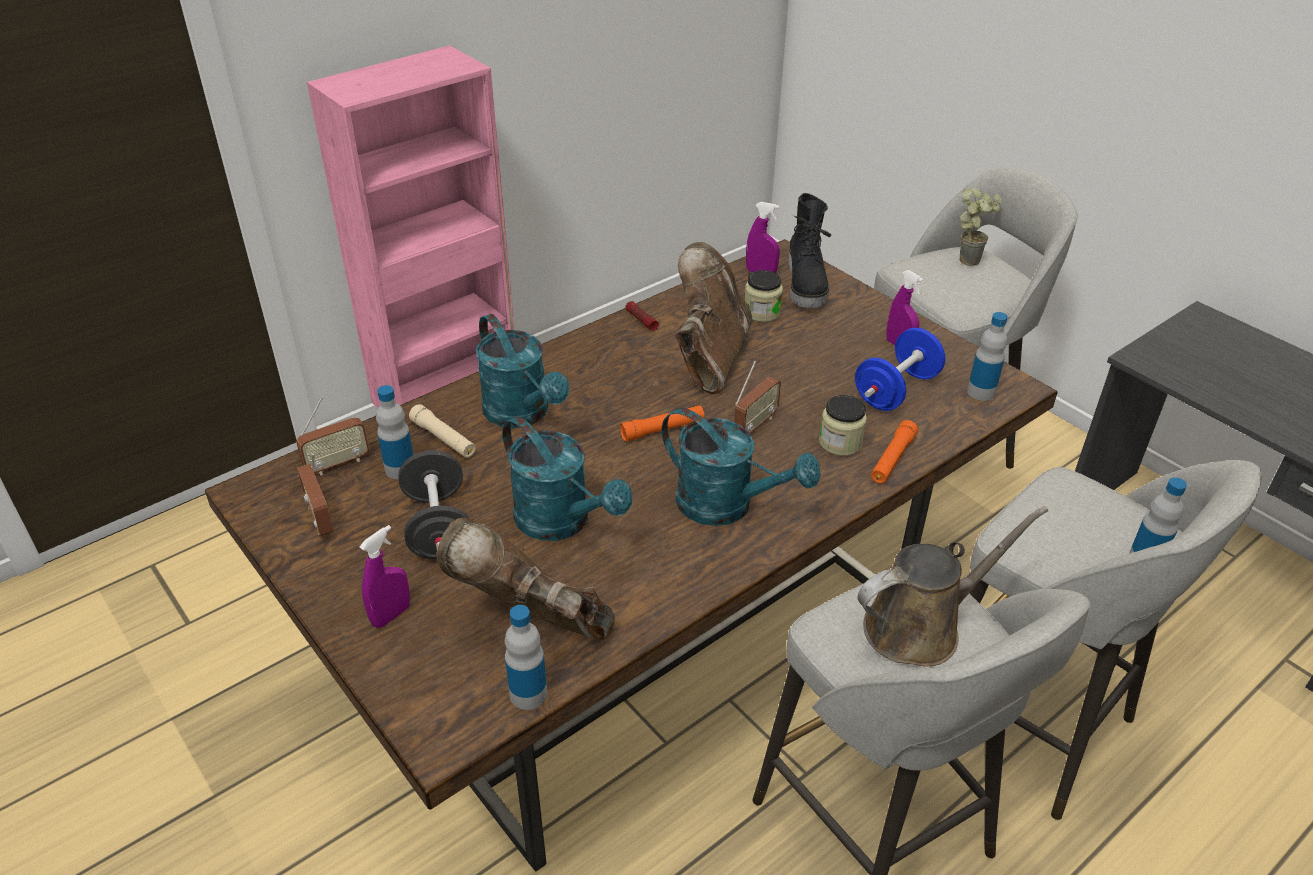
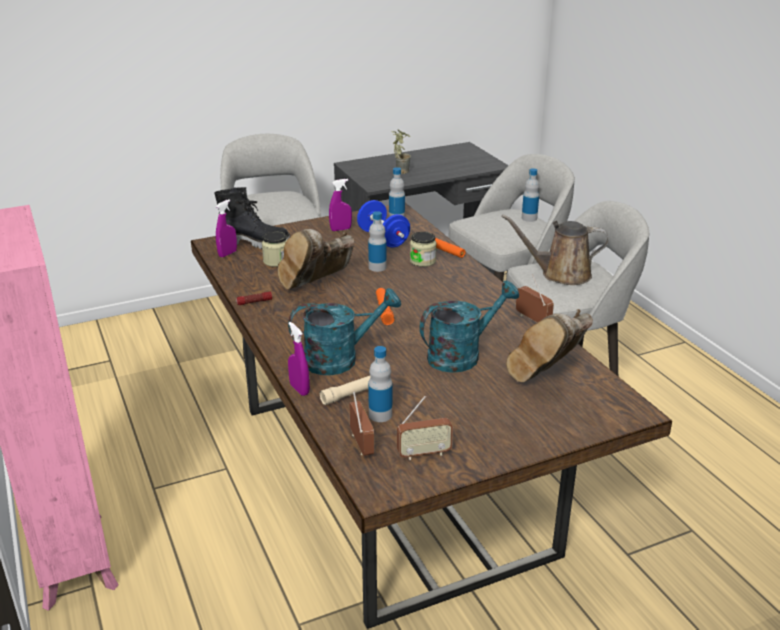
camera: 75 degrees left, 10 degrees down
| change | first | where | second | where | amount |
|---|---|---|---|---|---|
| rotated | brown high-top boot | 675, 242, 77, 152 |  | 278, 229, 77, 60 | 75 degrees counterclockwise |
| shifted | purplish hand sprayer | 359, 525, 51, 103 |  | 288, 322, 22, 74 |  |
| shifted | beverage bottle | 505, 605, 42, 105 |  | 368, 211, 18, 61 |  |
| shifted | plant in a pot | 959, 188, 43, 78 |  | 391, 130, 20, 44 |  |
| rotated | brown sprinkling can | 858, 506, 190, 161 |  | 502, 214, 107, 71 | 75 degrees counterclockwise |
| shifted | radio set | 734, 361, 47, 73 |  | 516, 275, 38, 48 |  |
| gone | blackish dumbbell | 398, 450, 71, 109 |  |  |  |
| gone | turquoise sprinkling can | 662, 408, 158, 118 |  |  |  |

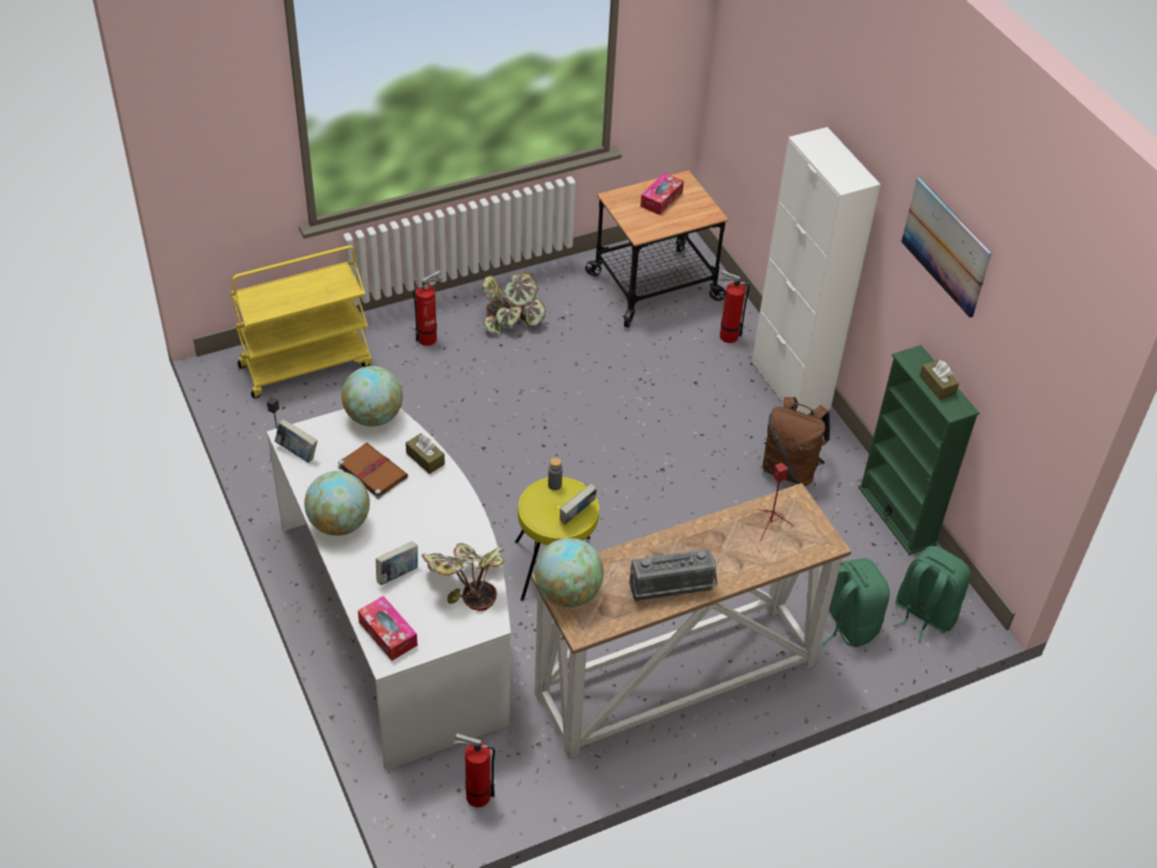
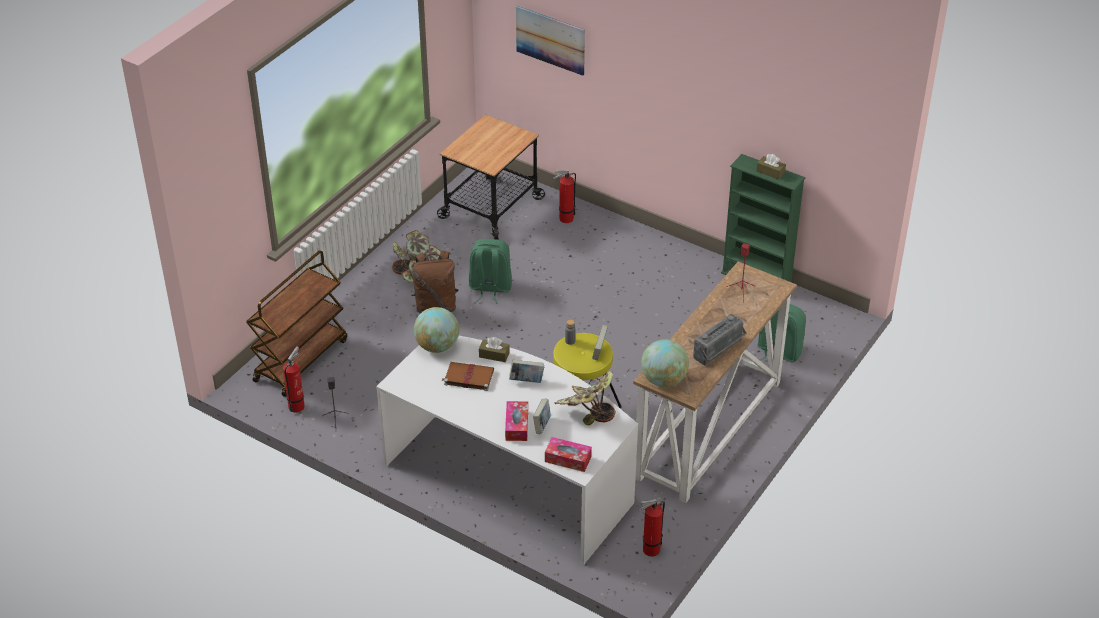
camera: 30 degrees left, 5 degrees down
| change | first | where | second | where | amount |
|---|---|---|---|---|---|
| repainted | yellow cart | 230, 245, 142, 153 | brown cart | 246, 250, 101, 147 |  |
| shifted | fire extinguisher | 413, 270, 29, 76 |  | 283, 346, 22, 67 |  |
| shifted | brown backpack | 762, 397, 68, 89 |  | 411, 251, 48, 63 |  |
| shifted | green-coloured backpack | 894, 546, 77, 96 |  | 469, 239, 43, 64 |  |
| shifted | tissue holder | 640, 173, 44, 42 |  | 505, 401, 23, 40 |  |
| shifted | volume | 275, 419, 43, 44 |  | 509, 360, 35, 23 |  |
| shifted | wall art | 901, 177, 91, 141 |  | 516, 6, 69, 70 |  |
| gone | globe | 304, 471, 66, 65 |  |  |  |
| gone | white cupboard | 752, 127, 129, 288 |  |  |  |

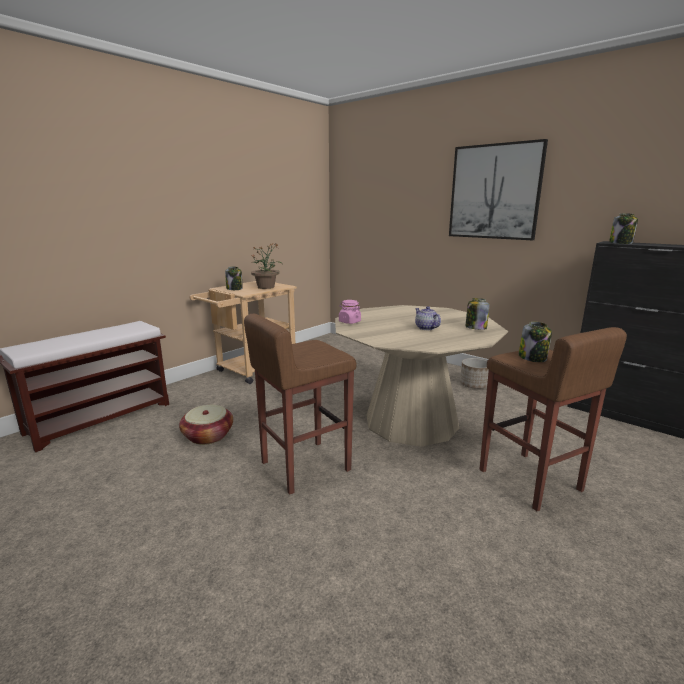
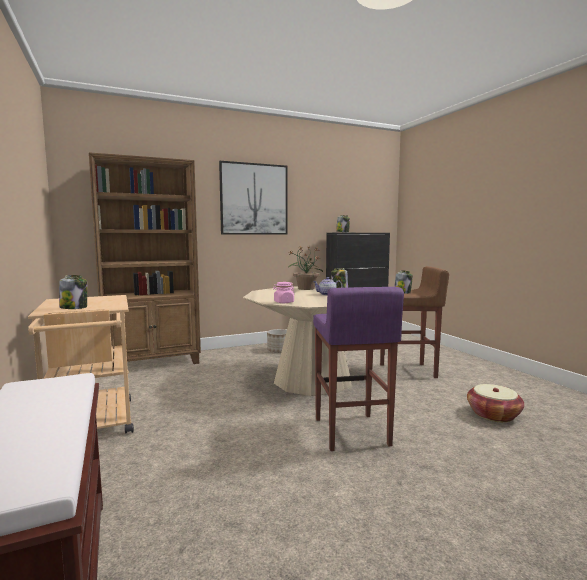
camera: 65 degrees left, 10 degrees down
| change | first | where | second | where | amount |
|---|---|---|---|---|---|
| new |  |  | brown shelving unit | 89, 152, 112, 219 |  |
| shifted | plant in a pot | 251, 243, 31, 46 |  | 288, 246, 35, 44 |  |
| repainted | brown sitting stool | 244, 313, 113, 182 | purplish sitting stool | 313, 287, 91, 164 |  |
| shifted | household basket | 179, 405, 54, 40 |  | 467, 384, 57, 38 |  |

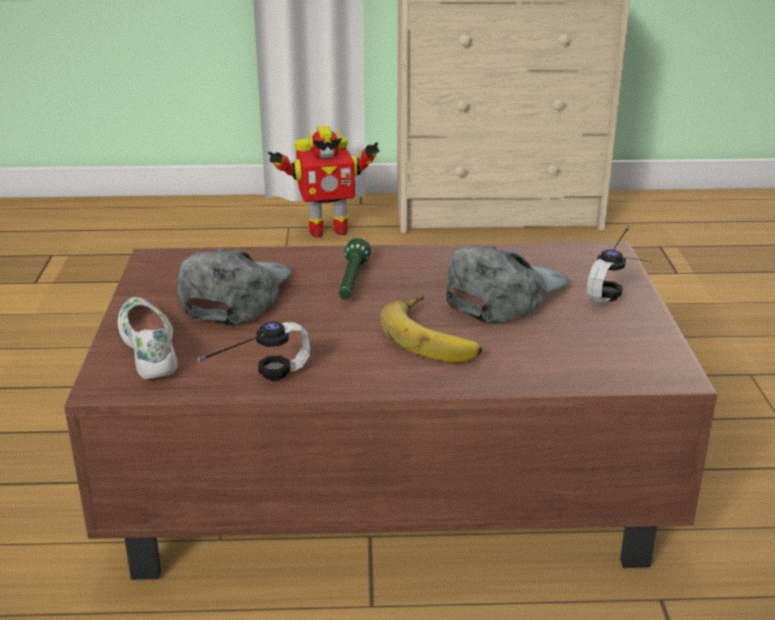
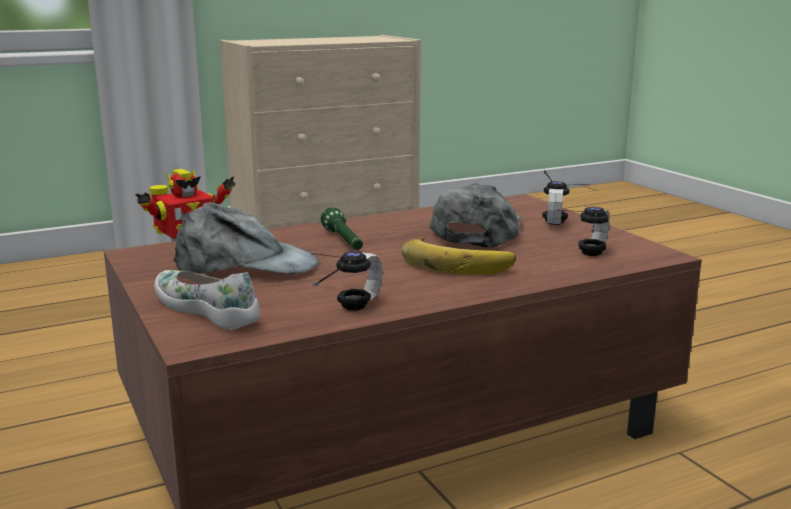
camera: 25 degrees left, 10 degrees down
| change | first | where | second | where | amount |
|---|---|---|---|---|---|
| rotated | greyish baseball cap | 177, 248, 114, 77 |  | 174, 203, 145, 71 | 105 degrees clockwise |
| new |  |  | headset | 557, 207, 52, 49 |  |

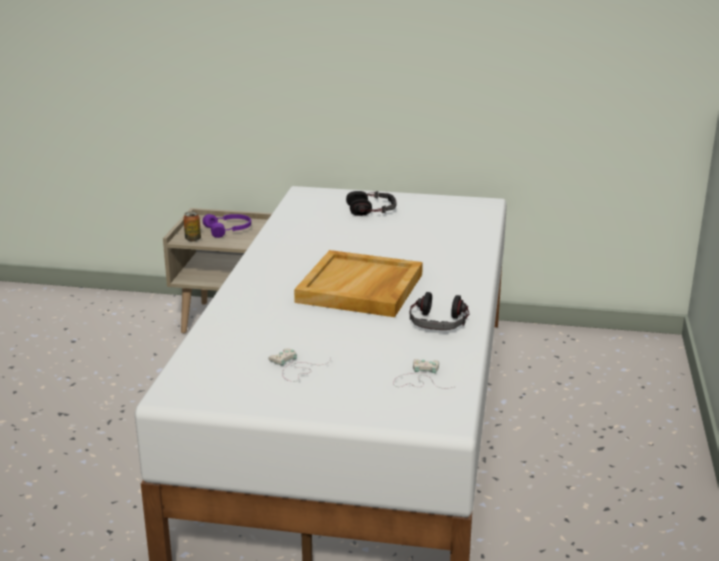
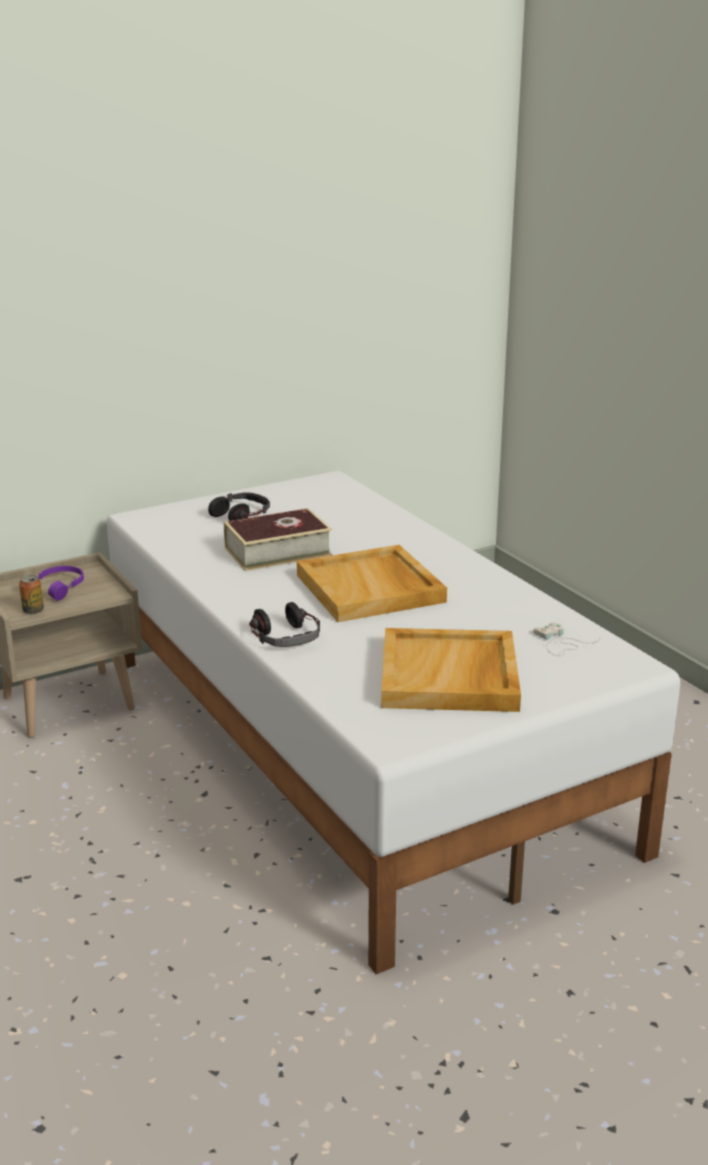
camera: 40 degrees left, 0 degrees up
| change | first | where | second | where | amount |
|---|---|---|---|---|---|
| new |  |  | volume | 224, 508, 108, 63 |  |
| shifted | headset | 409, 292, 61, 38 |  | 249, 602, 71, 45 |  |
| swapped | white game controller | 268, 348, 63, 34 | beige-coloured tray | 381, 628, 140, 84 |  |

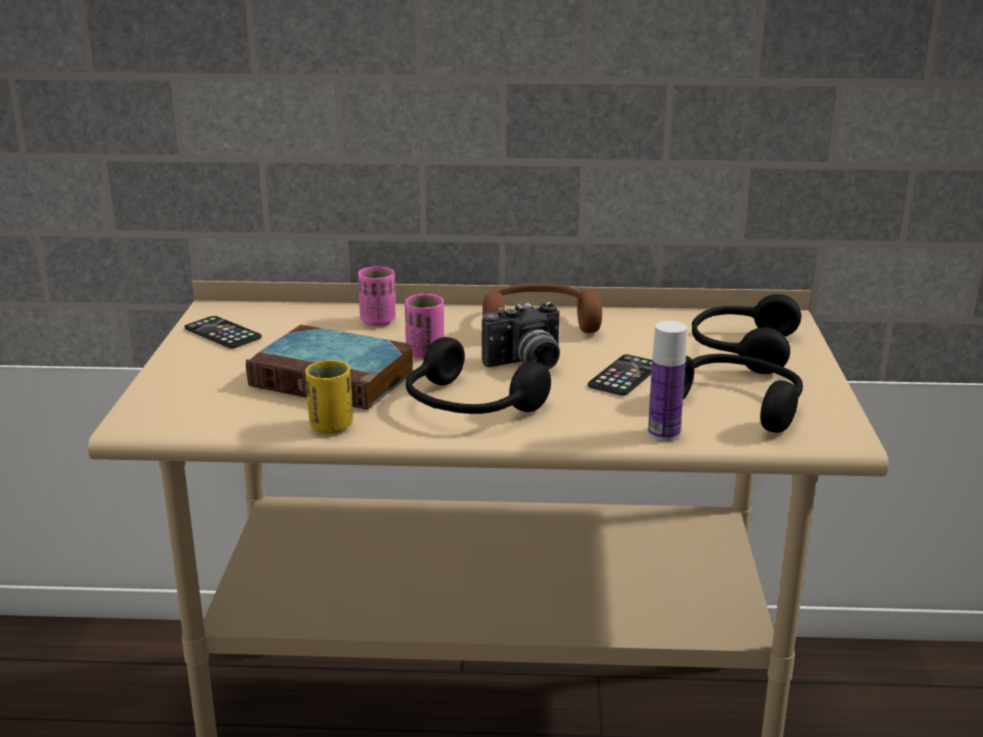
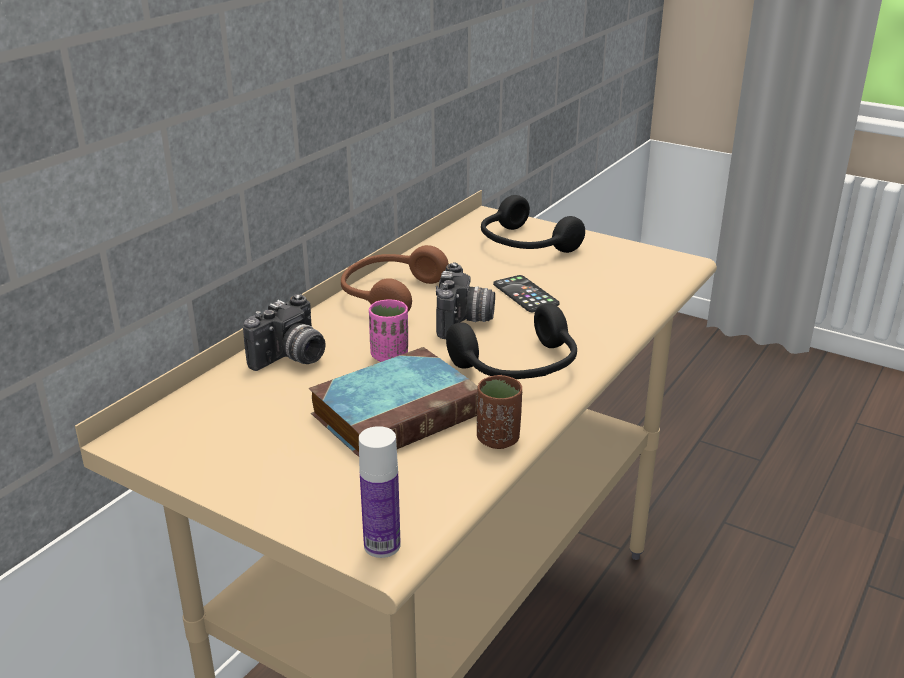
camera: 60 degrees left, 5 degrees up
| change | first | where | second | where | amount |
|---|---|---|---|---|---|
| swapped | pink cup | 358, 266, 38, 60 | still camera | 243, 294, 83, 77 |  |
| shifted | beverage bottle | 648, 321, 39, 120 |  | 359, 426, 42, 132 |  |
| repainted | yellow cup | 305, 360, 48, 74 | brown cup | 477, 375, 45, 74 |  |
| gone | phone | 184, 316, 78, 33 |  |  |  |
| gone | blackish headset | 683, 354, 120, 79 |  |  |  |

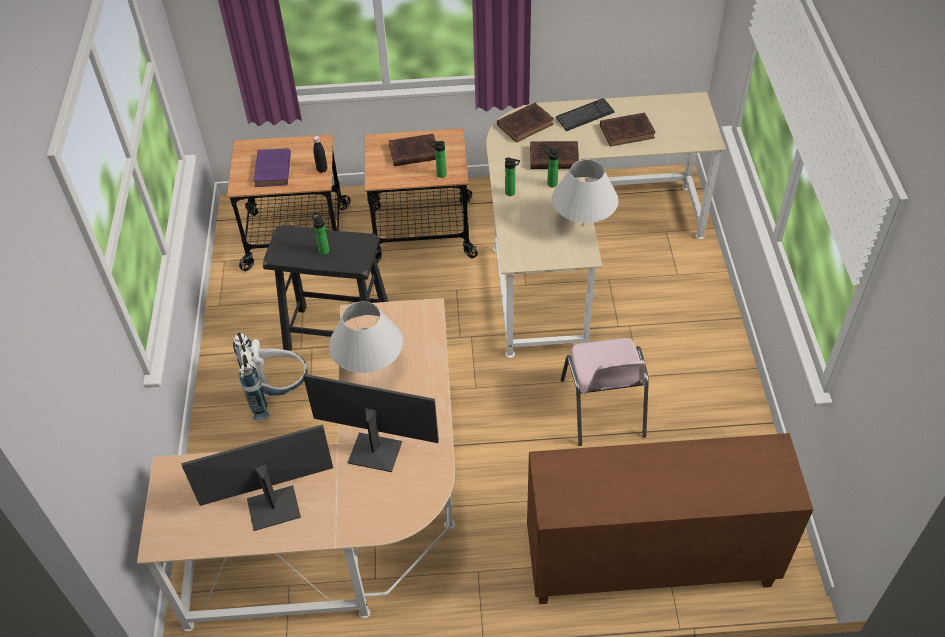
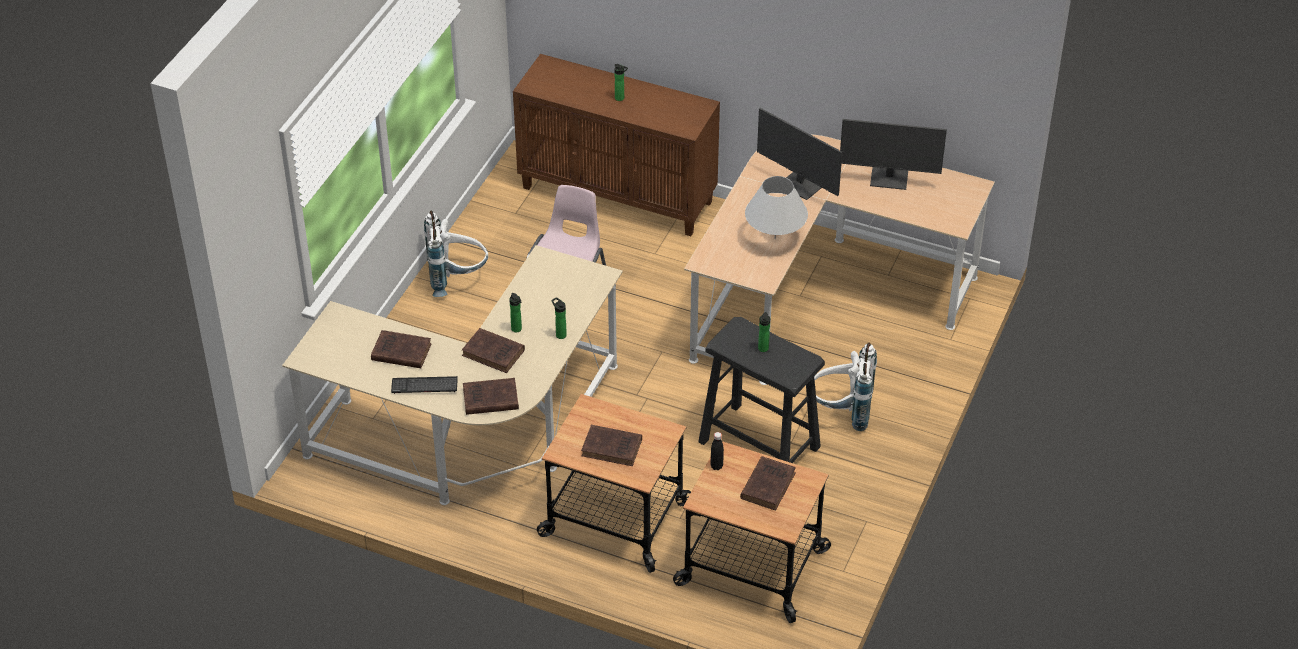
camera: 155 degrees left, 5 degrees down
| change | first | where | second | where | amount |
|---|---|---|---|---|---|
| new |  |  | white backpack | 424, 211, 64, 86 |  |
| shifted | beverage bottle | 431, 141, 15, 37 |  | 614, 64, 14, 37 |  |
| repainted | purplish volume | 254, 148, 37, 39 | brown volume | 740, 456, 56, 54 |  |
| gone | white tabletop lamp | 552, 160, 67, 66 |  |  |  |

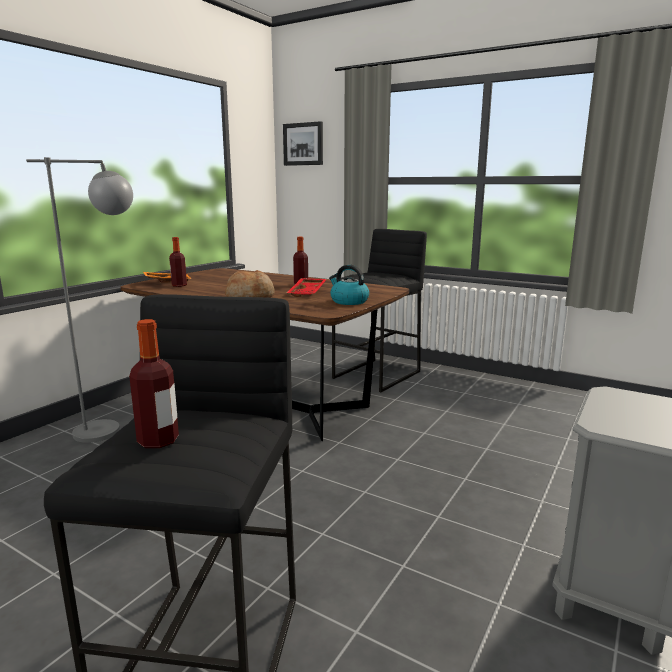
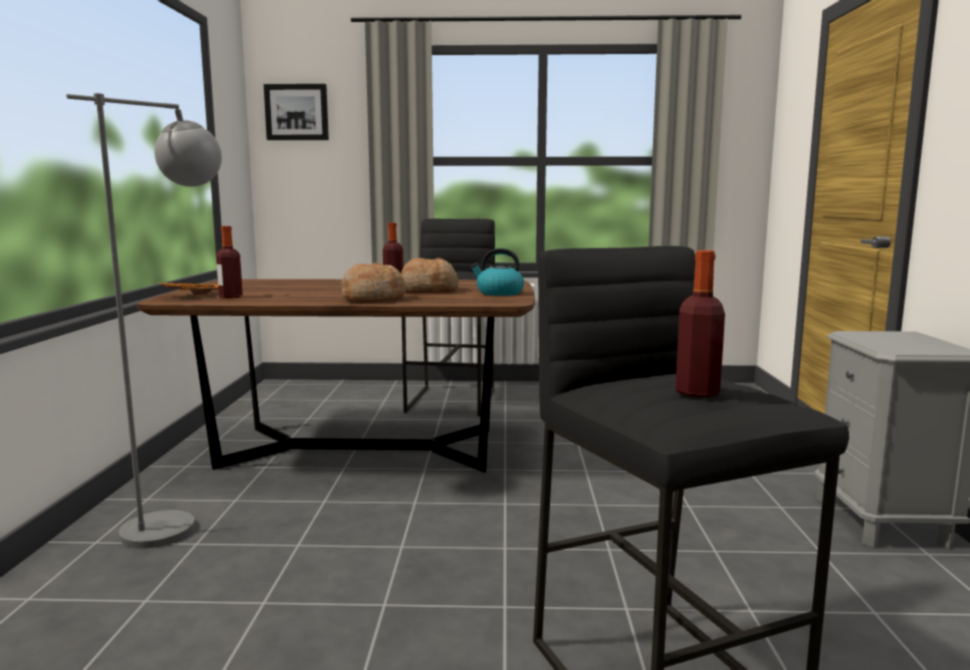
camera: 30 degrees left, 5 degrees down
| change | first | where | second | where | amount |
|---|---|---|---|---|---|
| swapped | reddish tray | 287, 278, 40, 19 | bread | 401, 258, 58, 35 |  |

